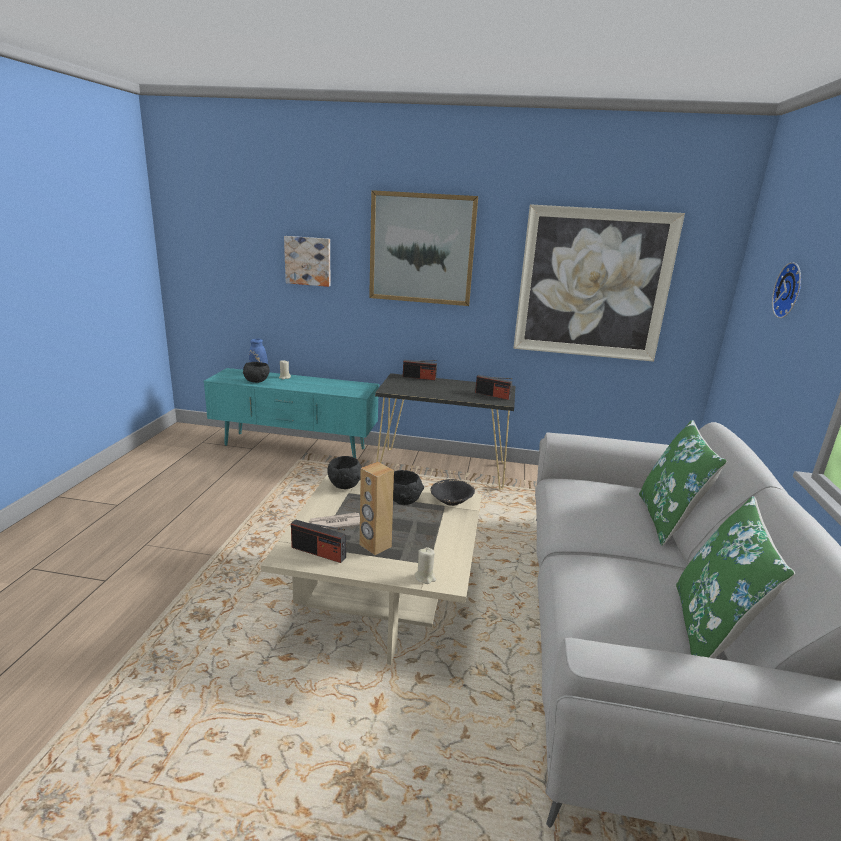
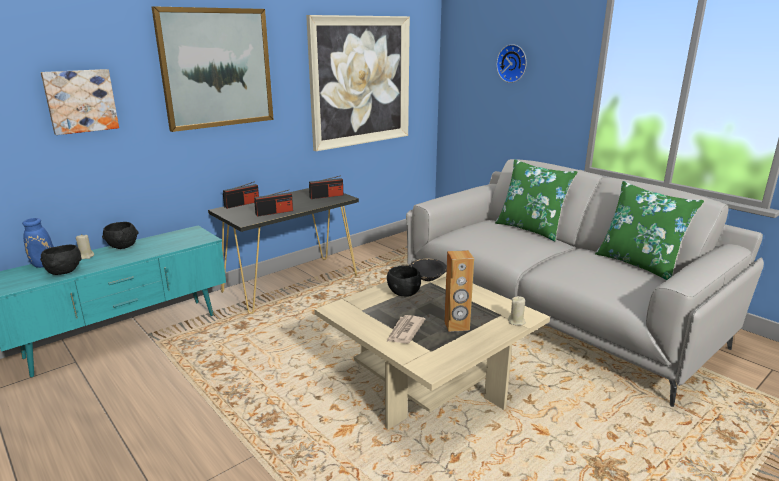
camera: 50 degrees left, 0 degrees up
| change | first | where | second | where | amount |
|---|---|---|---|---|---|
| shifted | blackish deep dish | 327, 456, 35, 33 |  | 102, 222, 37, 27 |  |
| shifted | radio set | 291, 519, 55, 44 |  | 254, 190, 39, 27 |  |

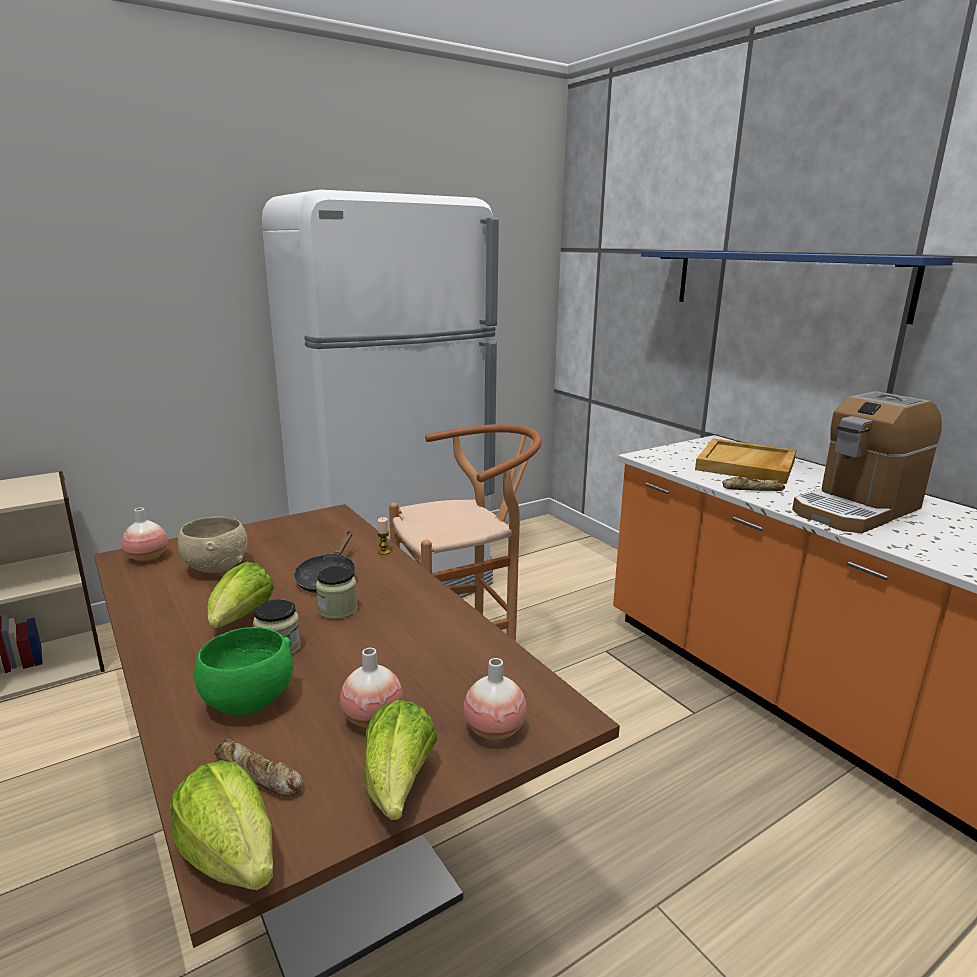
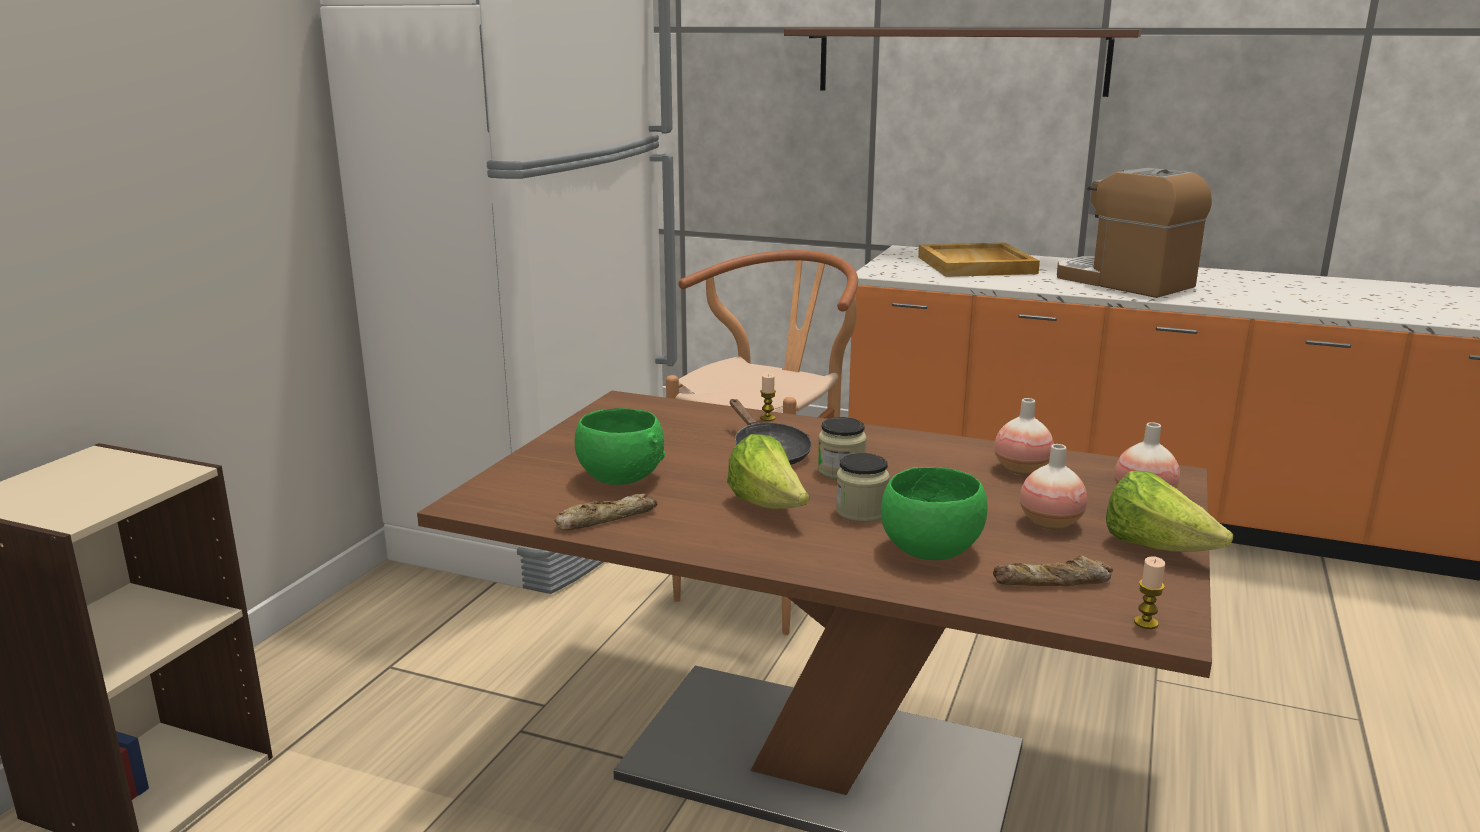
camera: 35 degrees left, 0 degrees up
| change | first | where | second | where | amount |
|---|---|---|---|---|---|
| shifted | bread | 722, 477, 63, 14 |  | 554, 494, 103, 36 |  |
| repainted | beige-coloured deep dish | 178, 516, 70, 57 | green-coloured deep dish | 575, 408, 91, 77 |  |
| repainted | blue shelf | 641, 251, 313, 73 | brown shelf | 784, 28, 358, 69 |  |
| shifted | vase | 122, 508, 46, 54 |  | 994, 398, 60, 77 |  |
| rotated | coffee brewer | 792, 391, 150, 142 |  | 1057, 168, 155, 130 | 120 degrees clockwise |
| swapped | head of lettuce | 169, 760, 104, 130 | wax candle | 1134, 556, 31, 73 |  |

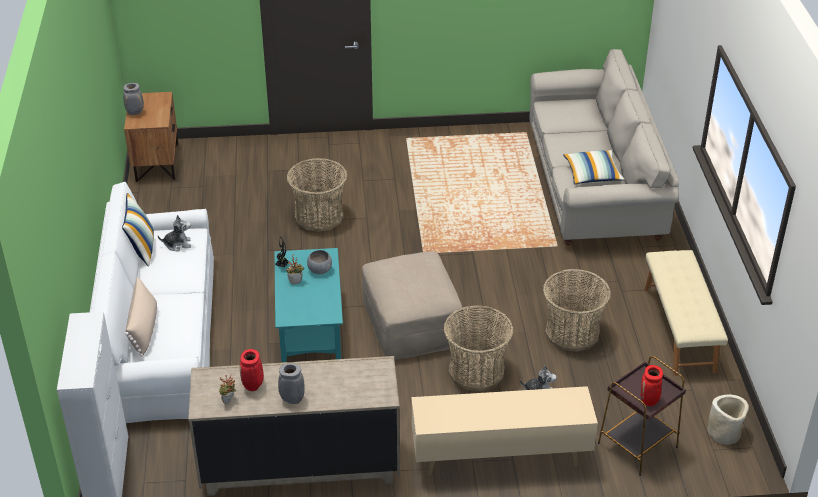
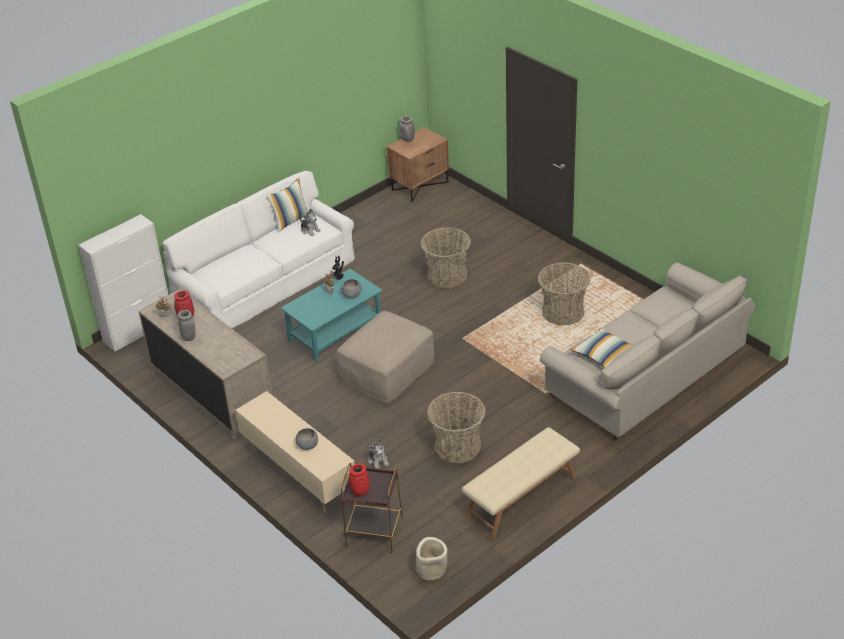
camera: 55 degrees right, 0 degrees up
| change | first | where | second | where | amount |
|---|---|---|---|---|---|
| new |  |  | greyish deep dish | 296, 428, 22, 22 |  |
| shifted | household basket | 443, 305, 70, 86 |  | 538, 263, 52, 62 |  |
| gone | beige-coloured throw pillow | 125, 277, 32, 80 |  |  |  |

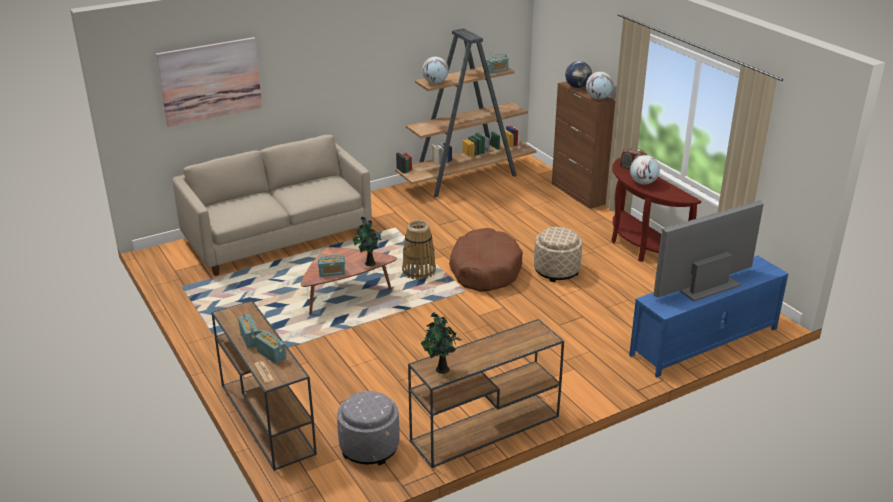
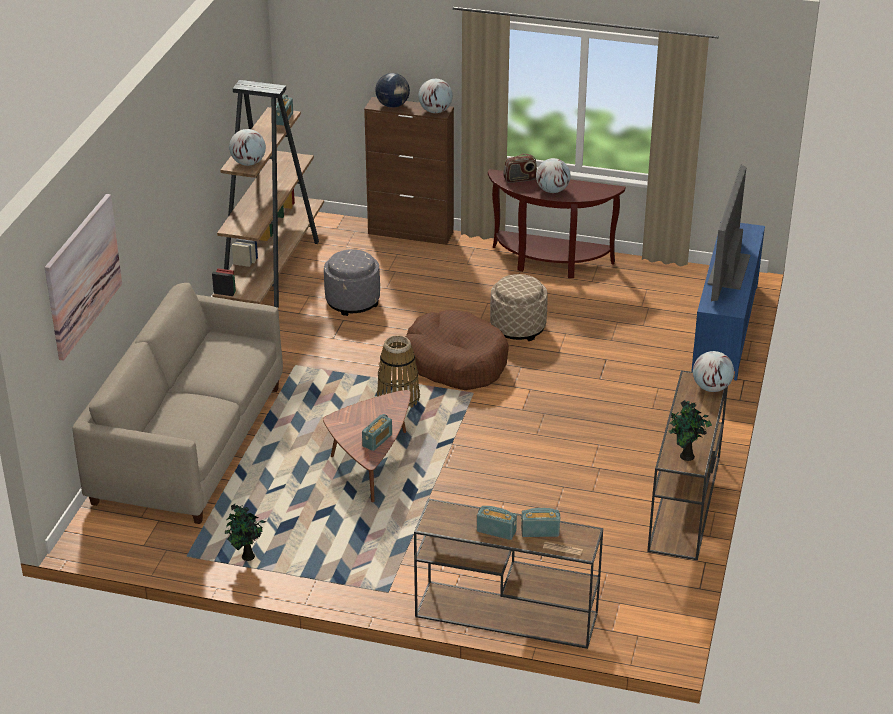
camera: 45 degrees left, 5 degrees up
| change | first | where | second | where | amount |
|---|---|---|---|---|---|
| shifted | plant in a pot | 353, 216, 28, 50 |  | 225, 504, 41, 57 |  |
| shifted | greyish pouffe | 337, 391, 62, 75 |  | 324, 249, 56, 67 |  |
| new |  |  | globe | 693, 351, 41, 41 |  |

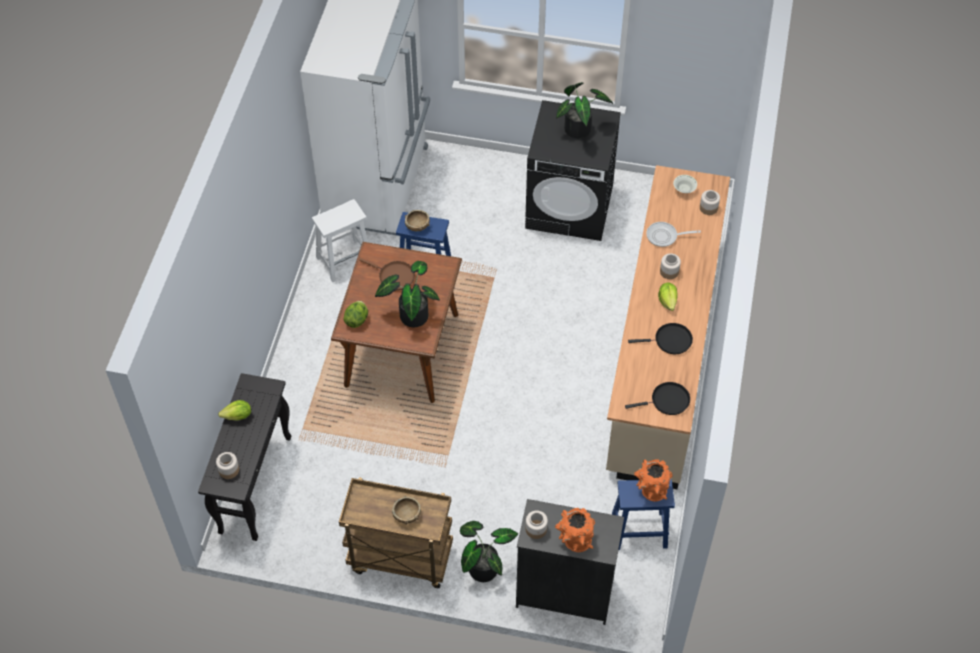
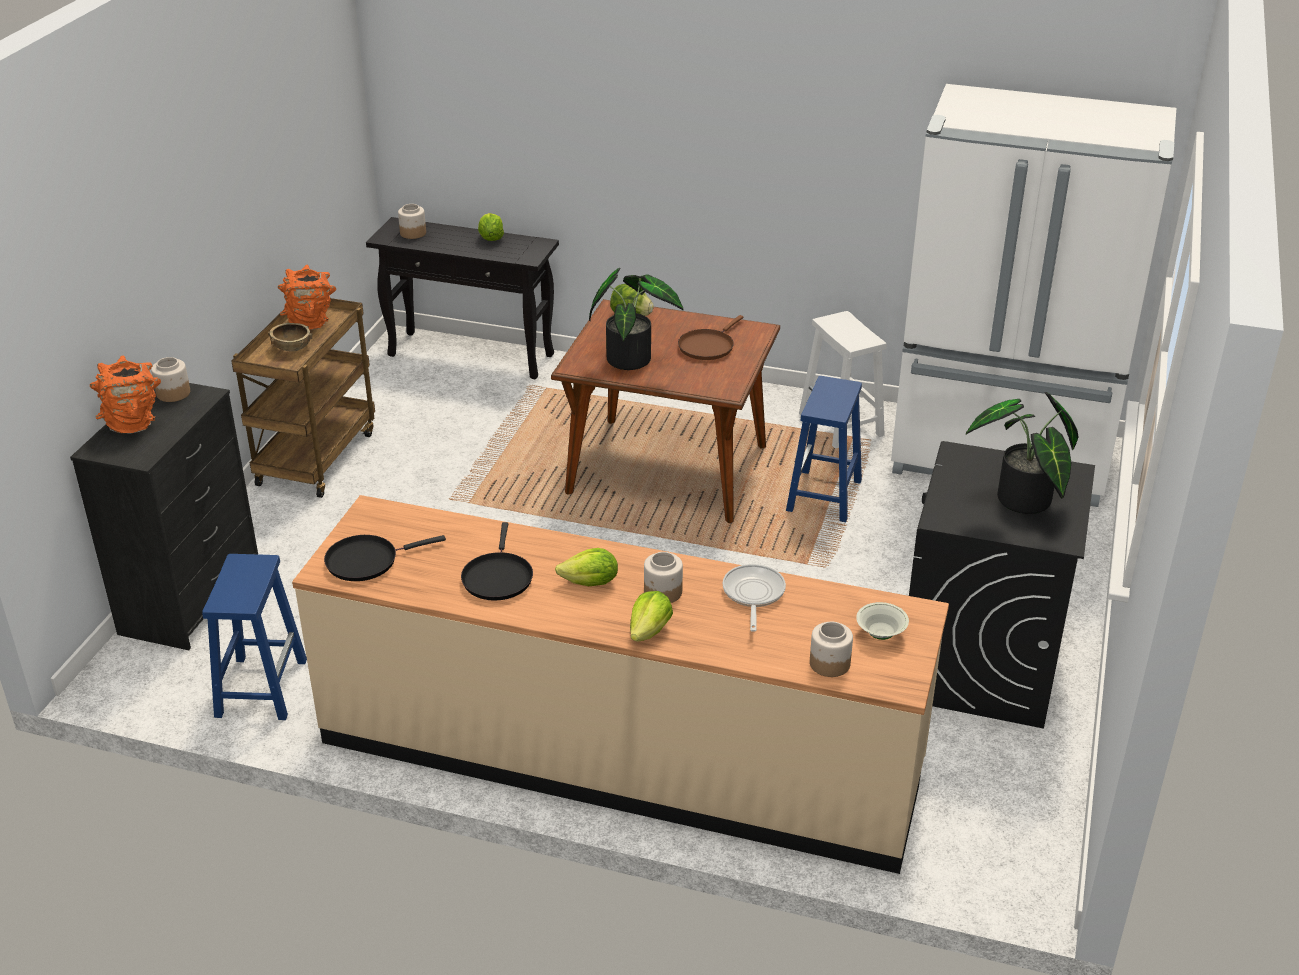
camera: 95 degrees right, 20 degrees down
| change | first | where | second | where | amount |
|---|---|---|---|---|---|
| shifted | orangey vase | 634, 459, 38, 43 |  | 278, 265, 58, 65 |  |
| rotated | blackish skillet | 625, 382, 65, 33 |  | 324, 535, 122, 46 | 75 degrees clockwise |
| new |  |  | head of lettuce | 630, 591, 43, 50 |  |
| gone | brown deep dish | 405, 210, 25, 21 |  |  |  |
| gone | plant in a pot | 460, 521, 58, 61 |  |  |  |

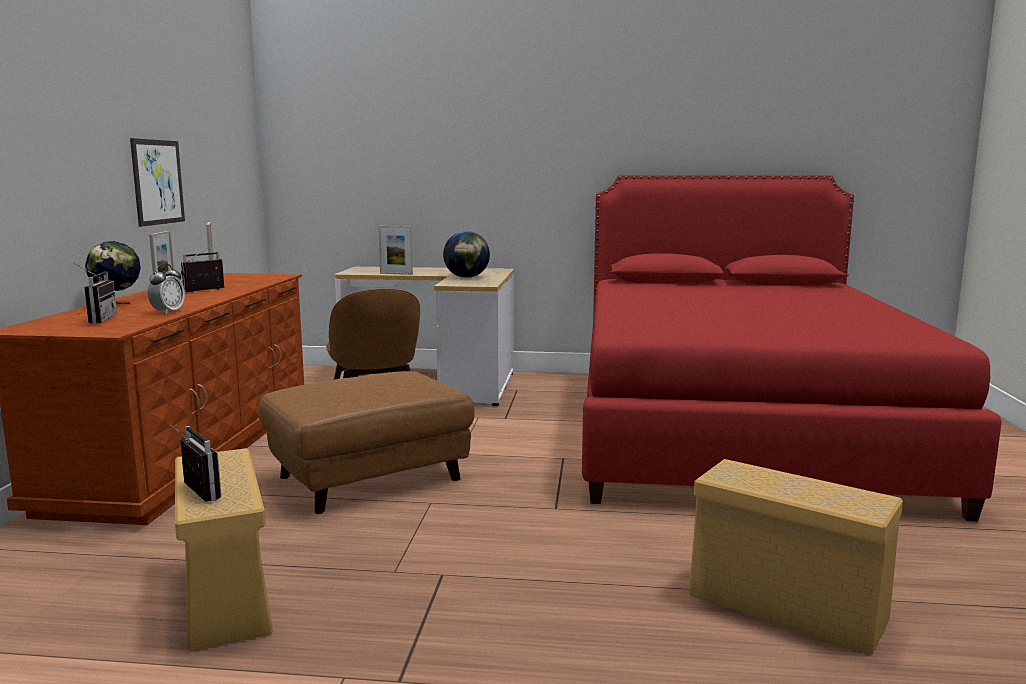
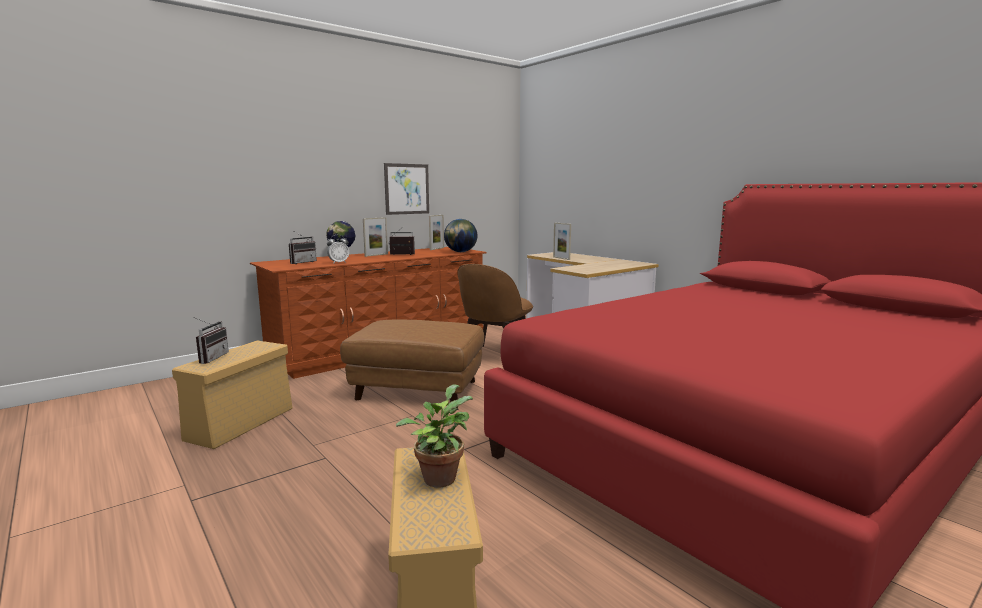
camera: 45 degrees right, 0 degrees up
| change | first | where | second | where | amount |
|---|---|---|---|---|---|
| new |  |  | plant in a pot | 396, 384, 77, 103 |  |
| shifted | globe | 443, 231, 47, 47 |  | 444, 219, 33, 33 |  |

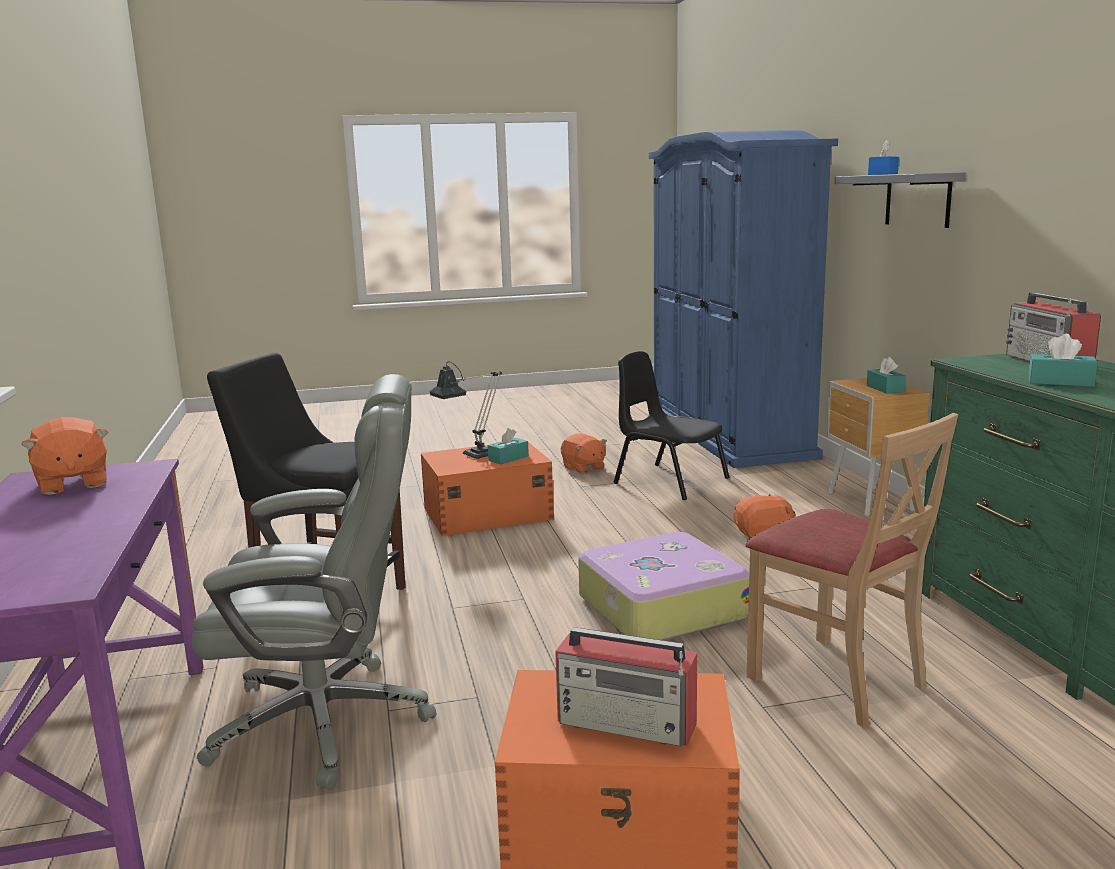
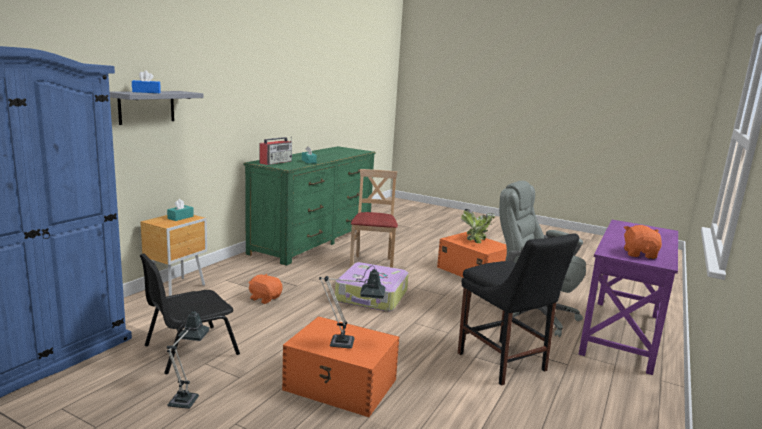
camera: 140 degrees left, 0 degrees up
| change | first | where | second | where | amount |
|---|---|---|---|---|---|
| rotated | blackish plain chair | 614, 351, 115, 149 |  | 140, 253, 100, 121 | 60 degrees clockwise |
| swapped | orangey soft toy | 561, 434, 46, 39 | tabletop lamp | 167, 309, 42, 100 |  |
| swapped | radio set | 555, 627, 142, 120 | plant in a pot | 461, 209, 34, 34 |  |
| gone | turquoise tissue holder | 487, 428, 42, 36 |  |  |  |

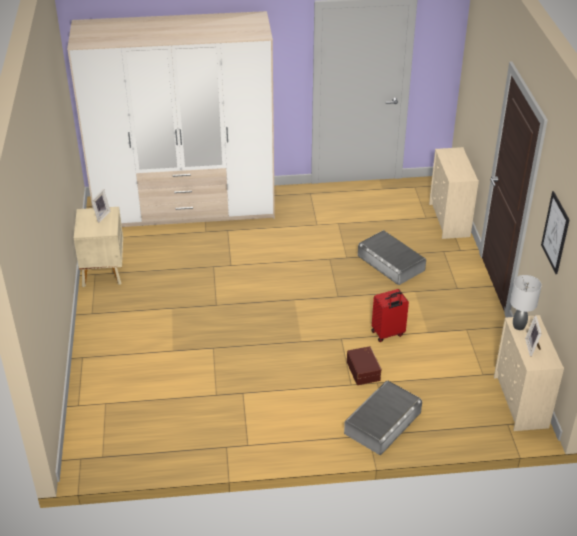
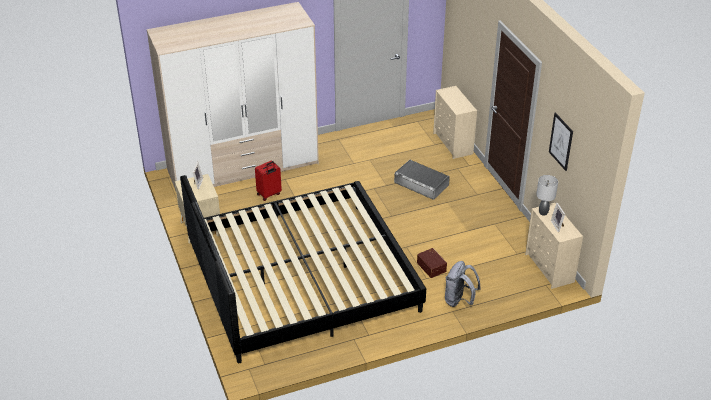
camera: 15 degrees left, 0 degrees up
| change | first | where | second | where | amount |
|---|---|---|---|---|---|
| new |  |  | bedroom bed | 180, 175, 246, 188 |  |
| shifted | reddish piece of luggage | 371, 289, 38, 53 |  | 255, 160, 27, 41 |  |
| swapped | greyish storage box | 344, 381, 78, 74 | greyish backpack | 445, 261, 36, 46 |  |

